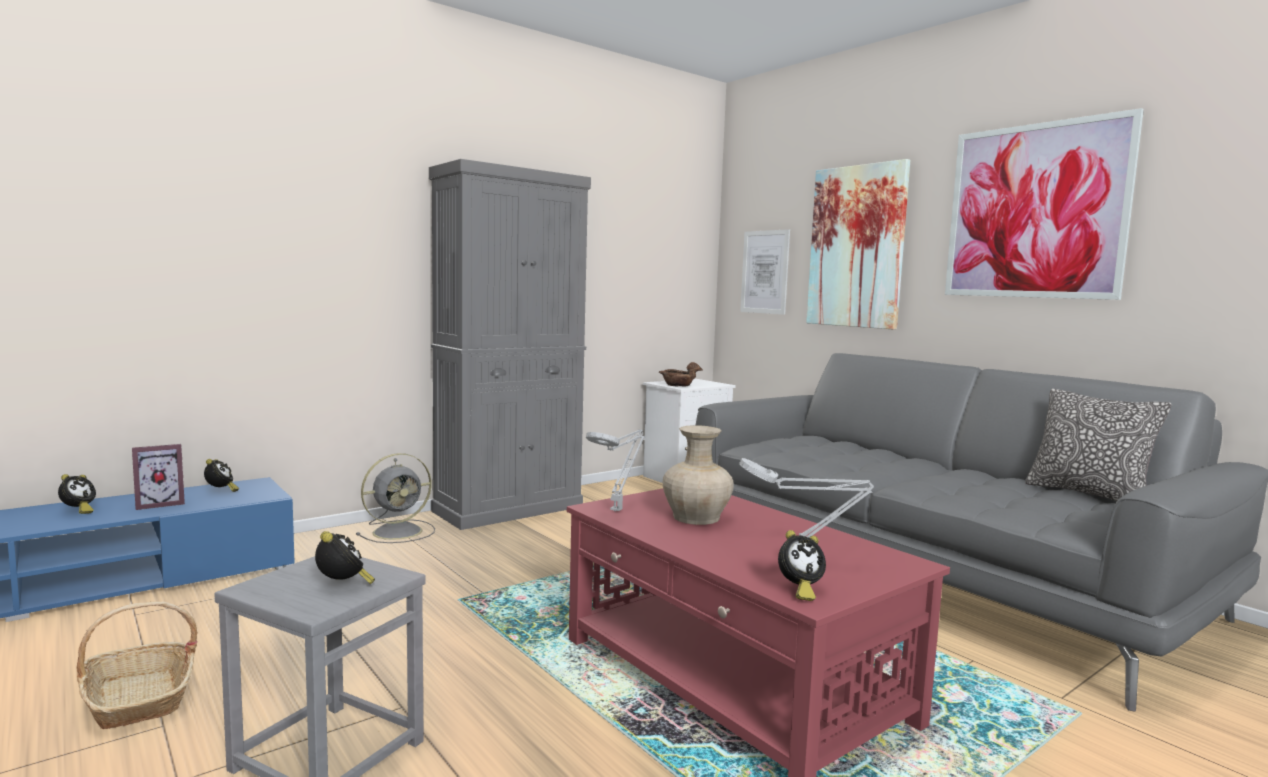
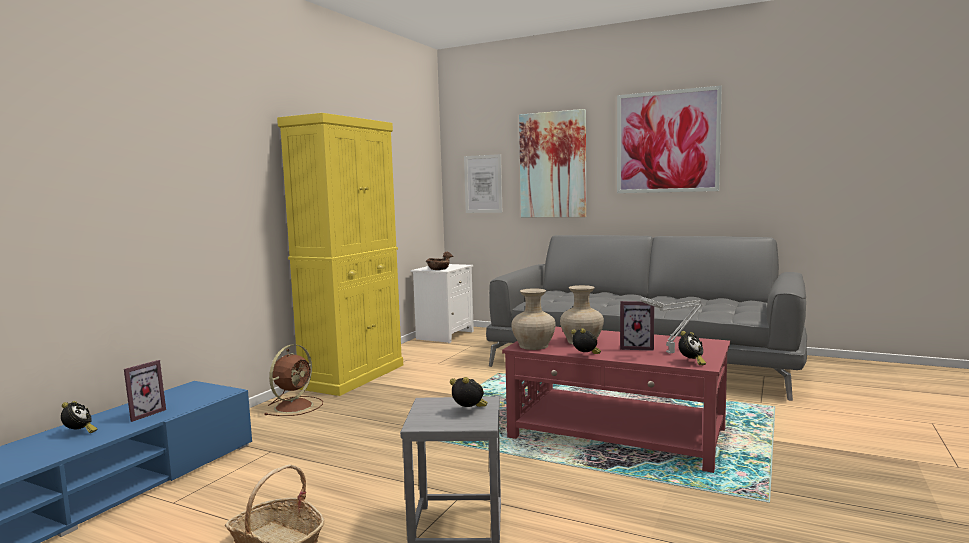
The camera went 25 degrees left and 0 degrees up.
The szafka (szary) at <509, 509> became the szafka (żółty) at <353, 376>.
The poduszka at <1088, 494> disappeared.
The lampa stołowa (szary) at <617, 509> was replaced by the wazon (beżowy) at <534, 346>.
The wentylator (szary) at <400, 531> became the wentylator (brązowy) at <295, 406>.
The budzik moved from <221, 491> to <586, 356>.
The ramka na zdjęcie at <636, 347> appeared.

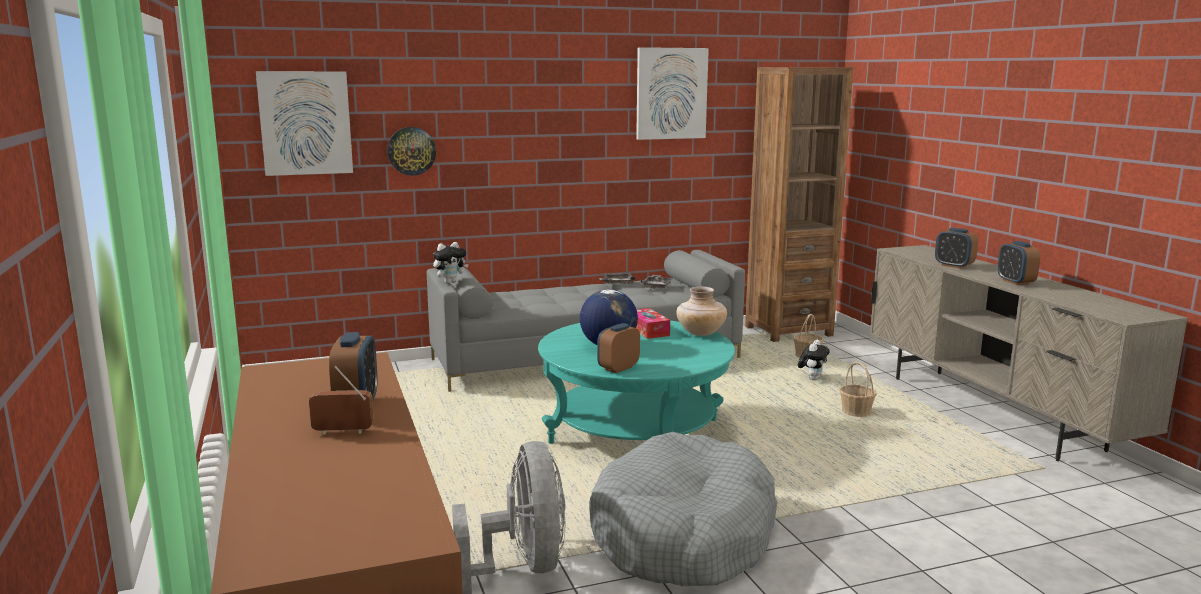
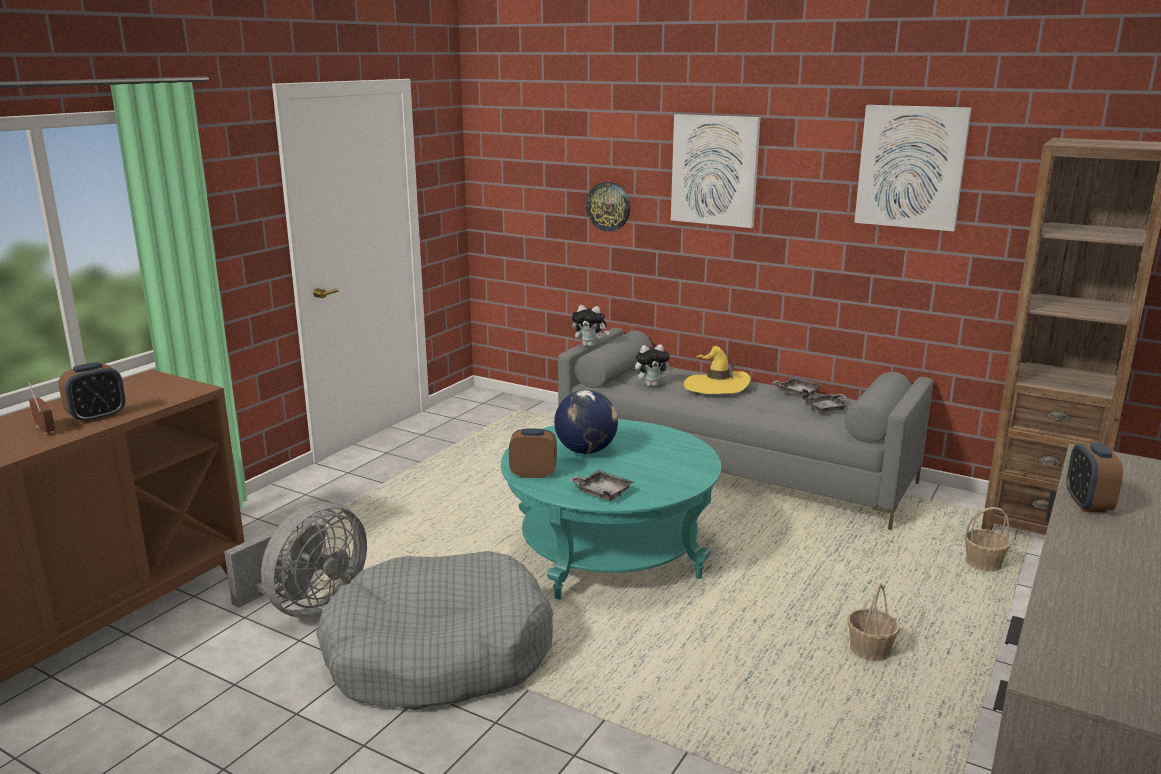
The camera went 50 degrees right and 5 degrees up.
The obraz moved from <305, 123> to <715, 170>.
The budzik at <1015, 282> disappeared.
The wazon (beżowy) at <700, 333> disappeared.
The pudełko chusteczek at <648, 330> disappeared.
The pluszak moved from <812, 378> to <652, 385>.
The kapelusz (żółty) at <716, 386> appeared.
The taca (szary) at <601, 492> appeared.

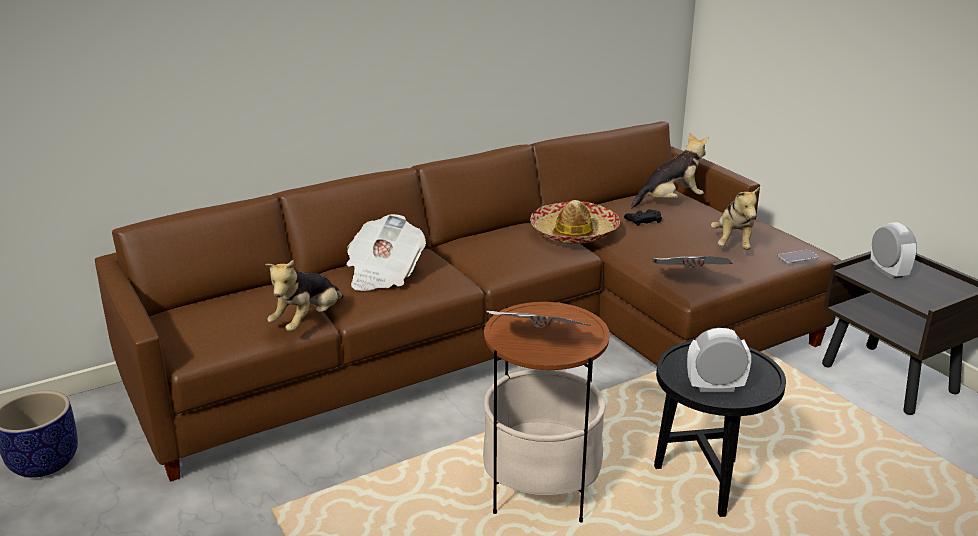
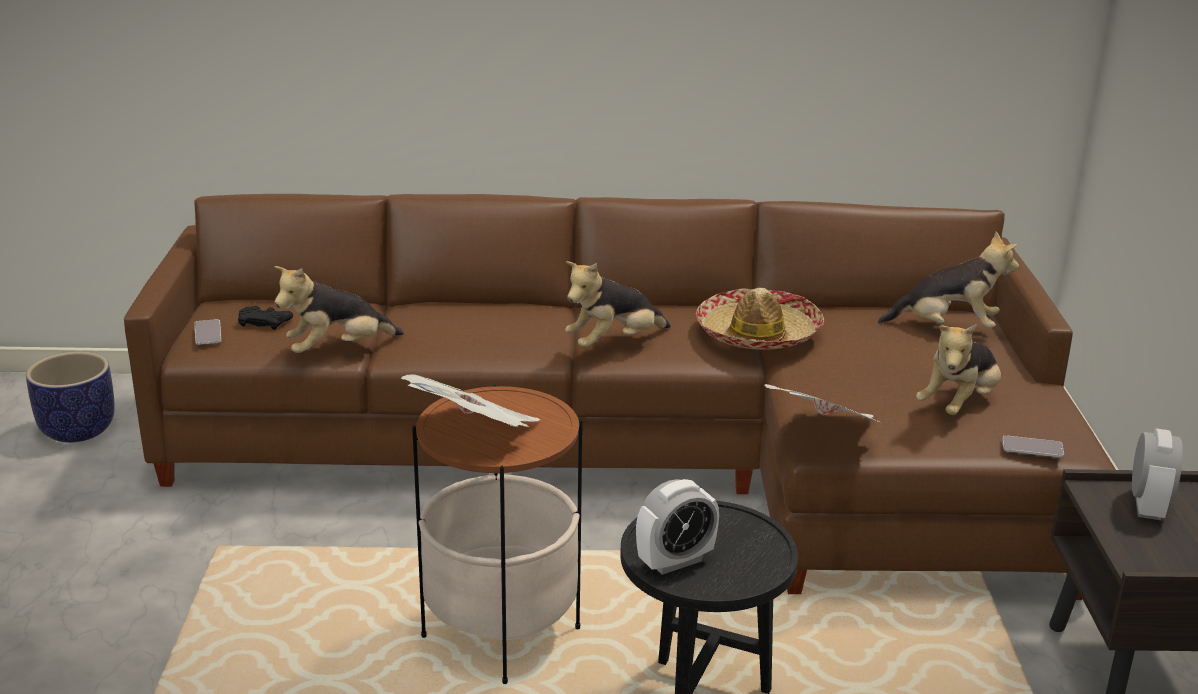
The camera went 30 degrees right and 0 degrees up.
The pad do gier (czarny) moved from <643, 220> to <264, 322>.
The gazeta at <383, 274> disappeared.
The budzik at <715, 387> turned 120 degrees clockwise.
The pluszak at <614, 343> appeared.
The telefon at <208, 333> appeared.

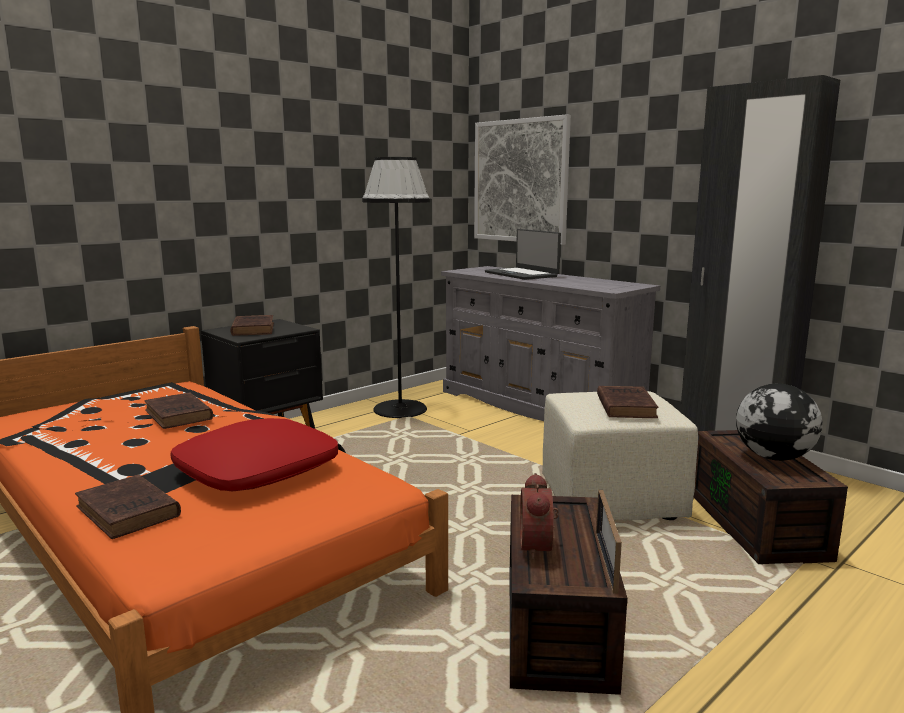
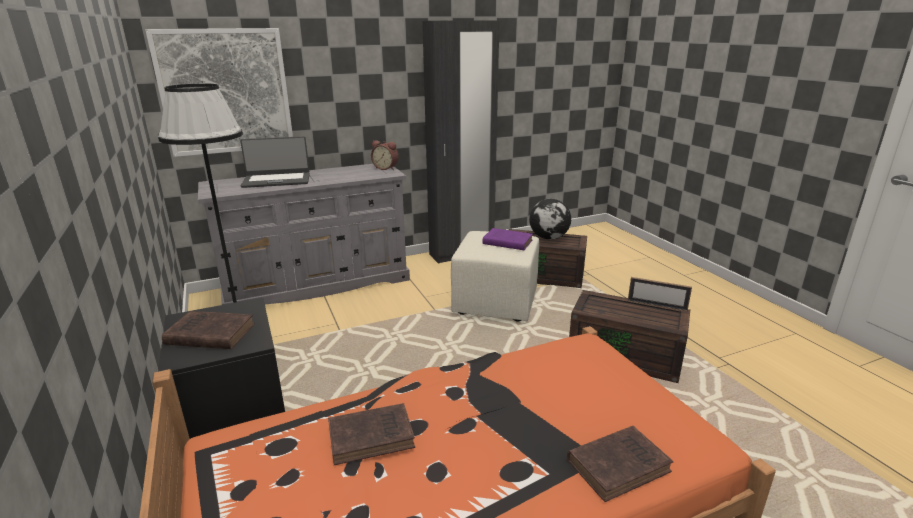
The camera went 70 degrees left and 10 degrees up.
The książka (brązowy) at <625, 406> became the książka (fioletowy) at <506, 242>.
The poduszka (czerwony) at <257, 471> disappeared.
The budzik moved from <539, 547> to <386, 168>.

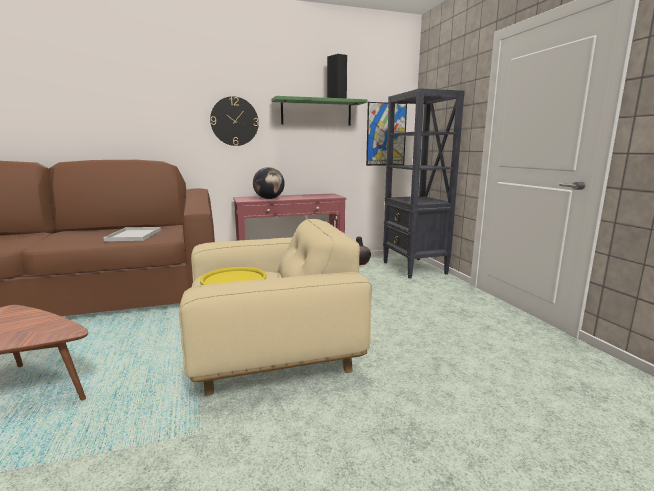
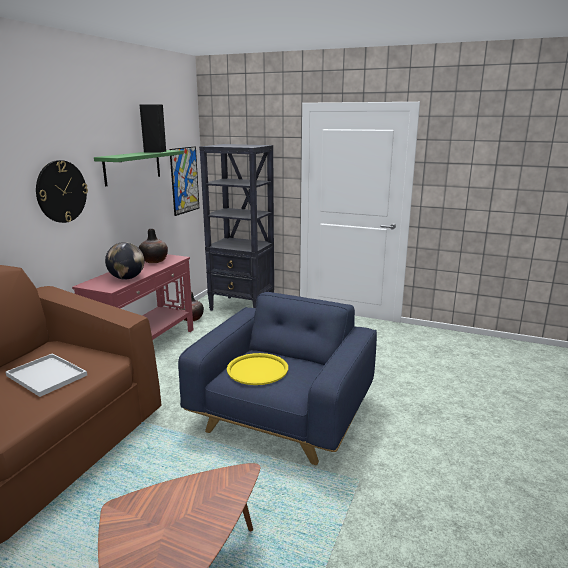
The camera went 50 degrees left and 5 degrees up.
The fotel (beżowy) at <271, 347> became the fotel (niebieski) at <283, 415>.
The wazon at <154, 261> appeared.

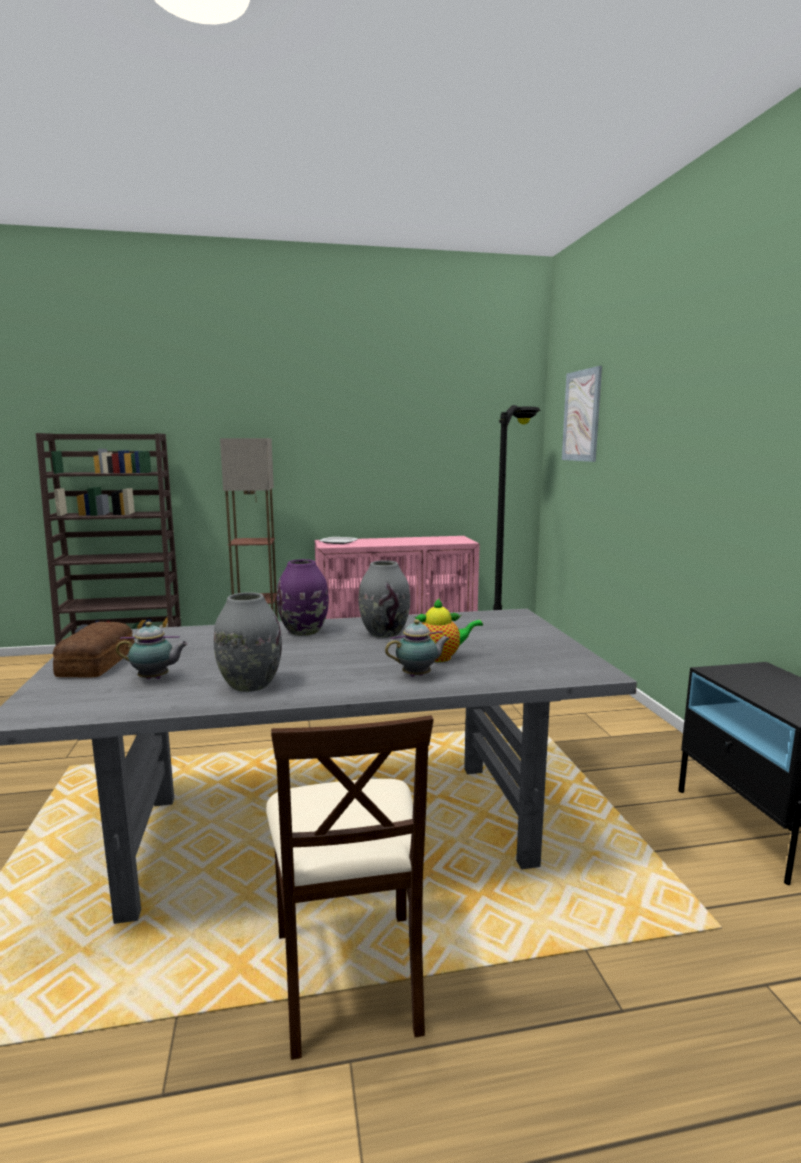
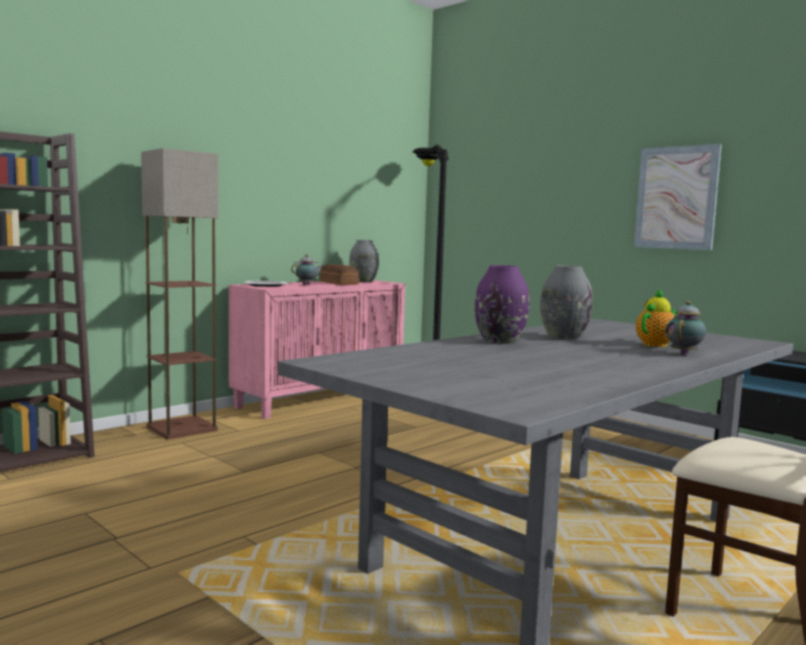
The camera went 35 degrees left and 5 degrees down.
The obraz moved from <581, 416> to <676, 198>.
The wazon (szary) moved from <249, 685> to <363, 281>.
The chleb moved from <94, 664> to <338, 283>.
The imbryk moved from <155, 679> to <307, 284>.

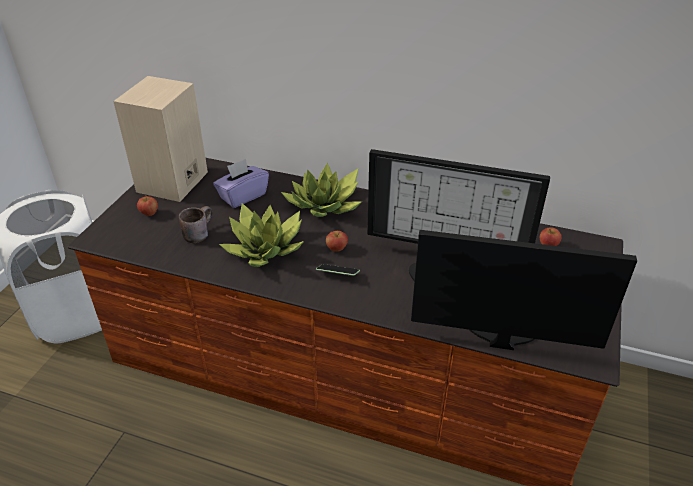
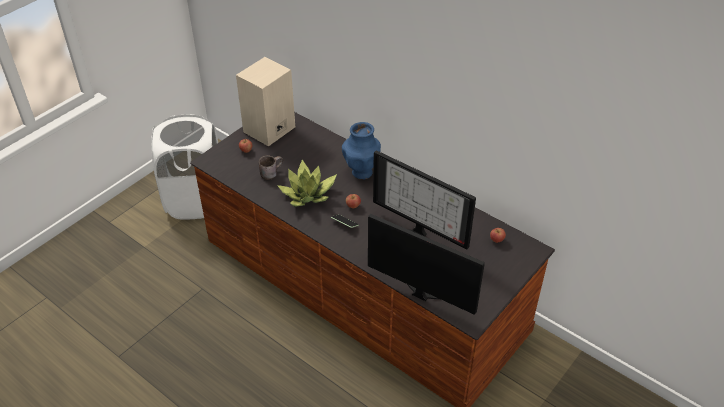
The camera went 20 degrees right and 5 degrees up.
The pudełko chusteczek (fioletowy) at <243, 196> disappeared.
The roślina doniczkowa at <325, 205> was replaced by the wazon (niebieski) at <362, 172>.

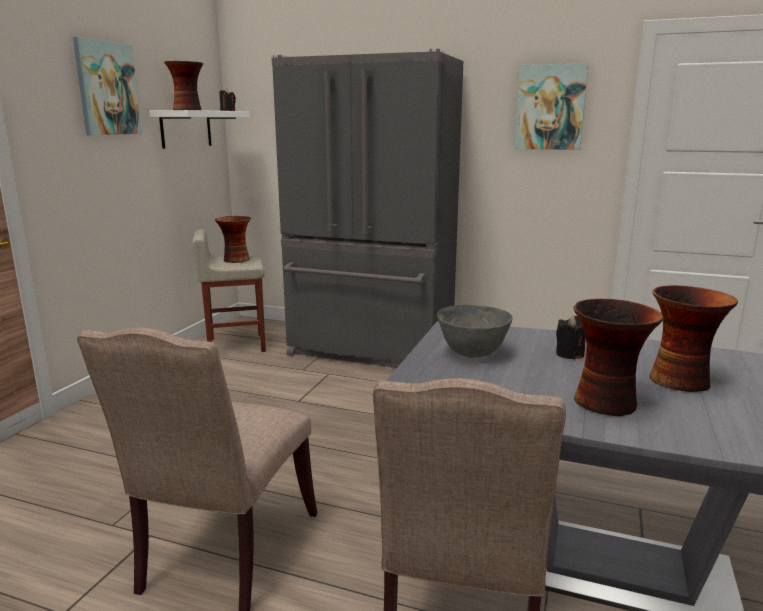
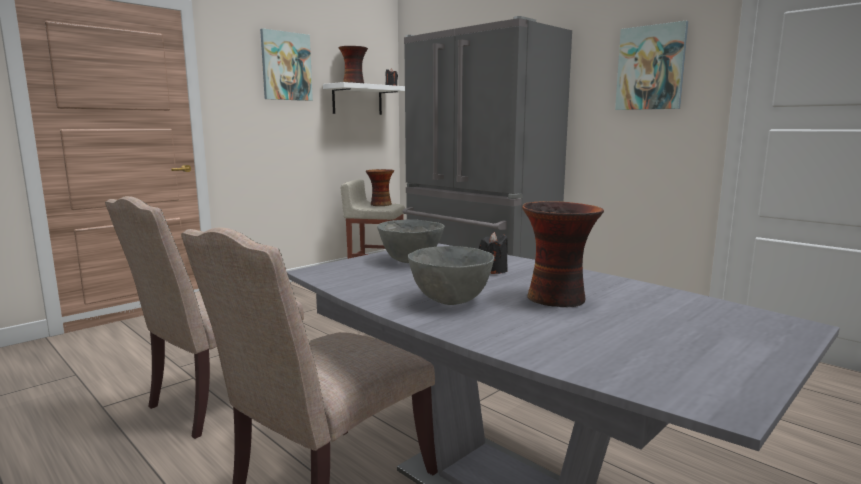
The camera went 25 degrees right and 5 degrees down.
The wazon at <607, 403> was replaced by the miska (szary) at <451, 301>.

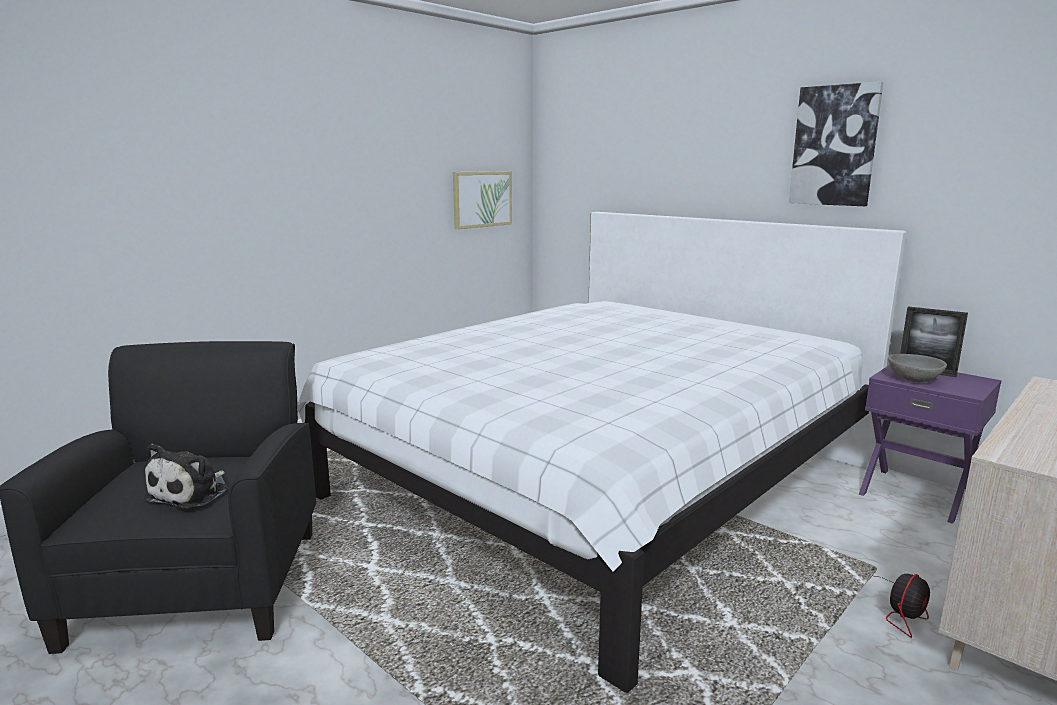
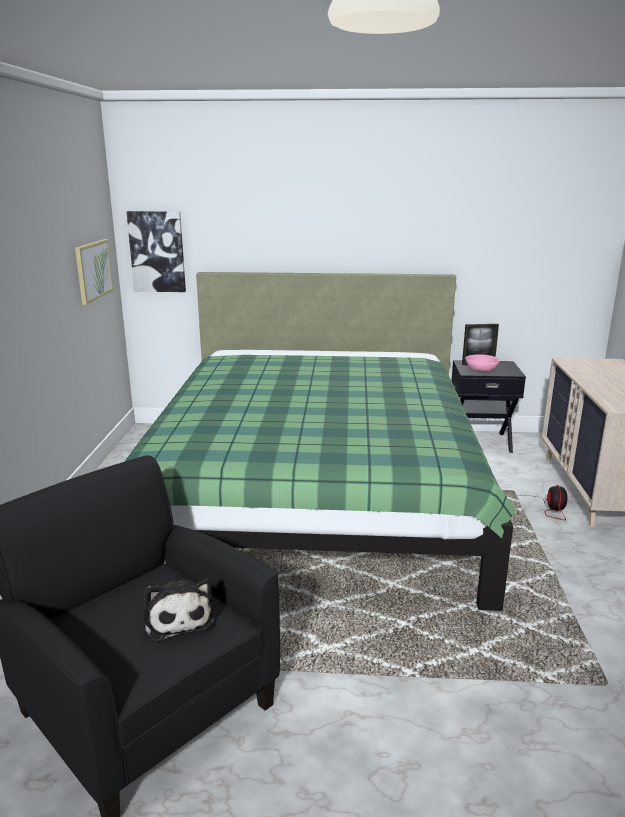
The camera went 40 degrees left and 5 degrees up.
The obraz moved from <834, 146> to <157, 252>.
The łóżko (biały) at <598, 479> became the łóżko (zielony) at <314, 495>.
The miska (szary) at <914, 380> became the miska (różowy) at <481, 371>.
The szafka nocna (fioletowy) at <916, 494> became the szafka nocna (czarny) at <480, 441>.

